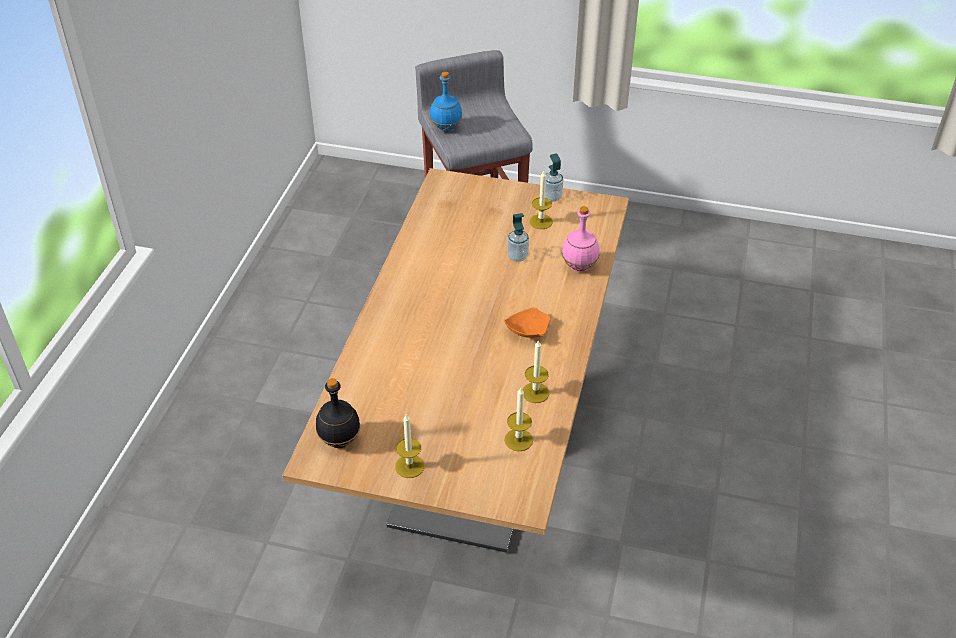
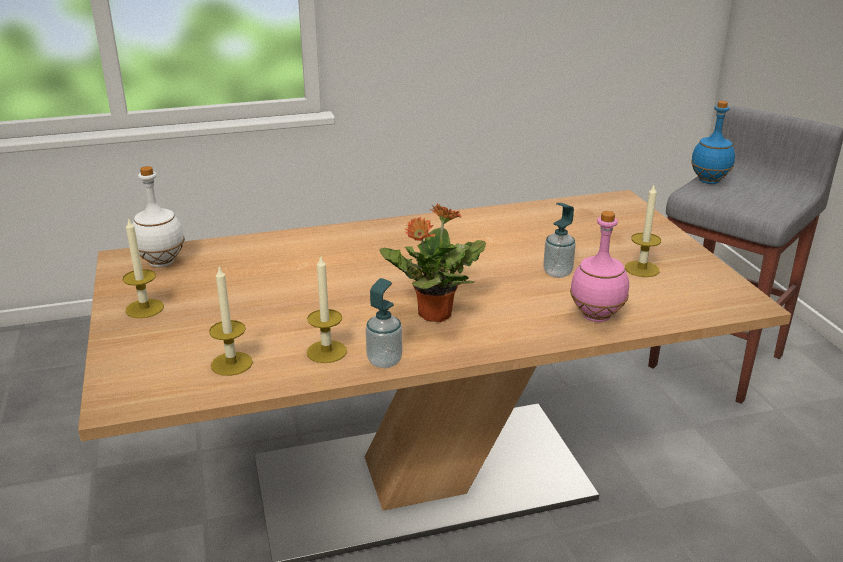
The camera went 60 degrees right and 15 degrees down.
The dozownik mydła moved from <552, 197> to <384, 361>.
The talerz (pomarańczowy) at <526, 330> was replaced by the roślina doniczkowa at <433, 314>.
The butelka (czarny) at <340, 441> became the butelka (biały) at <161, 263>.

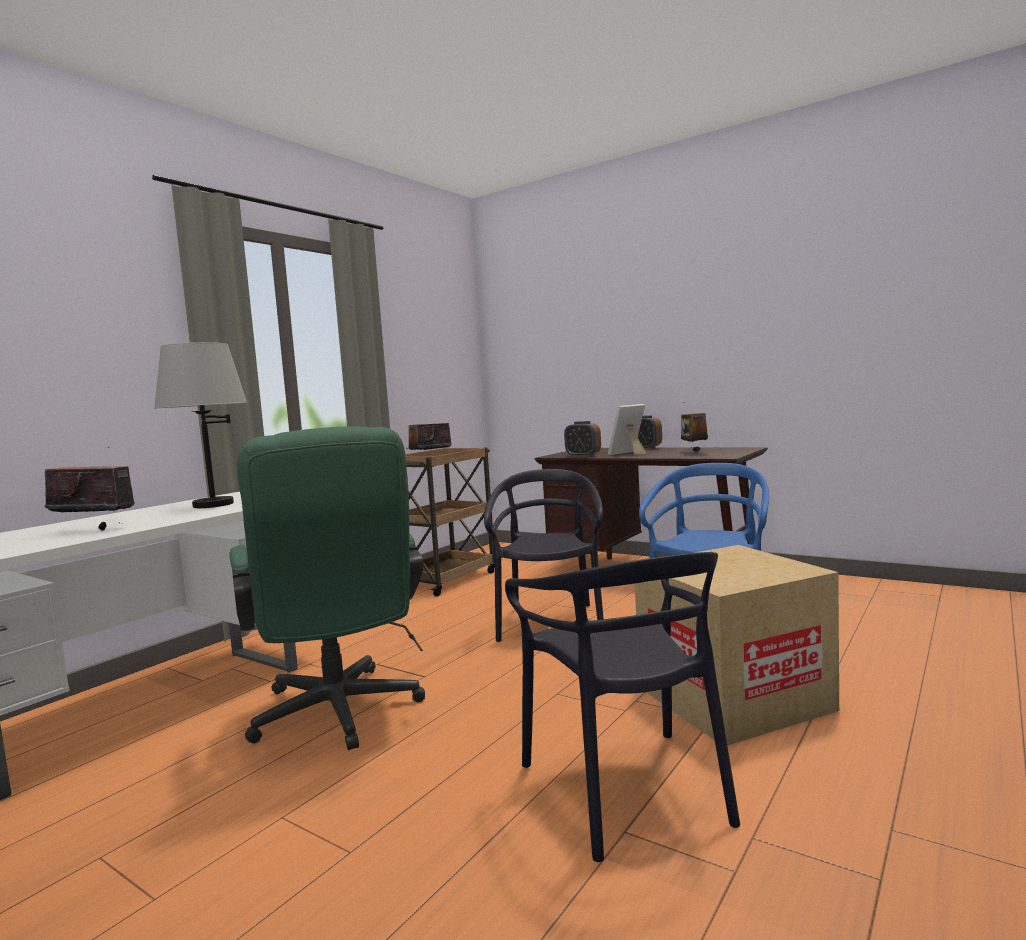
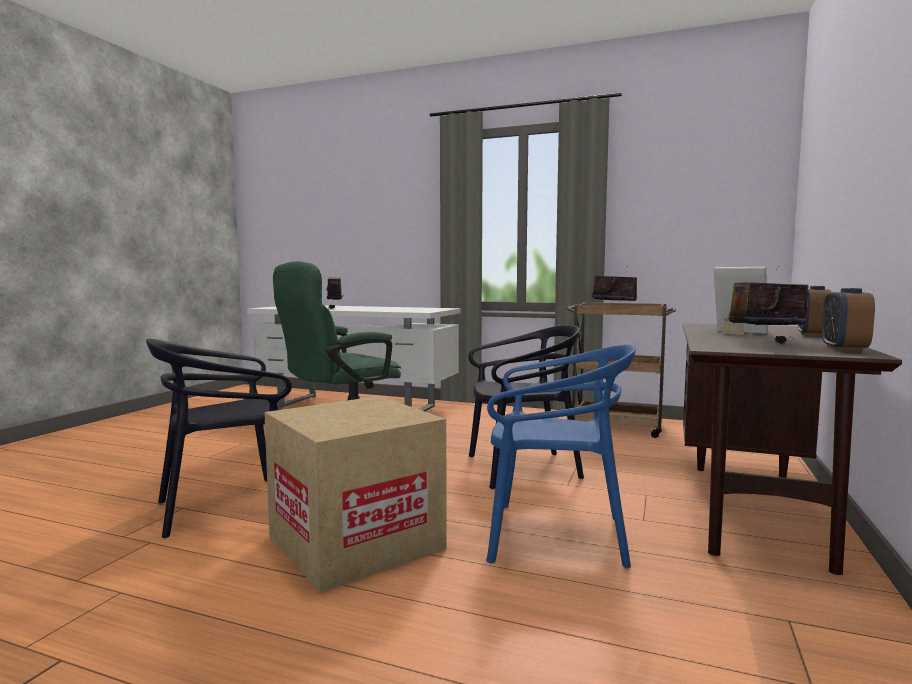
The camera went 75 degrees right and 0 degrees up.
The lampa stołowa (szary) at <212, 505> disappeared.
The budzik moved from <583, 456> to <844, 349>.

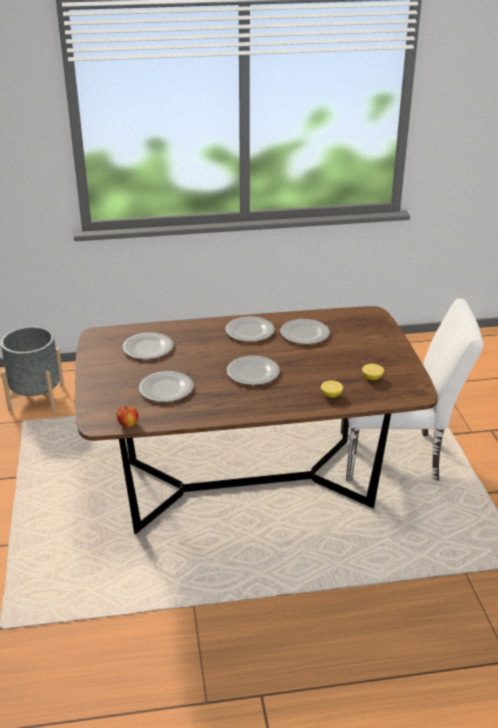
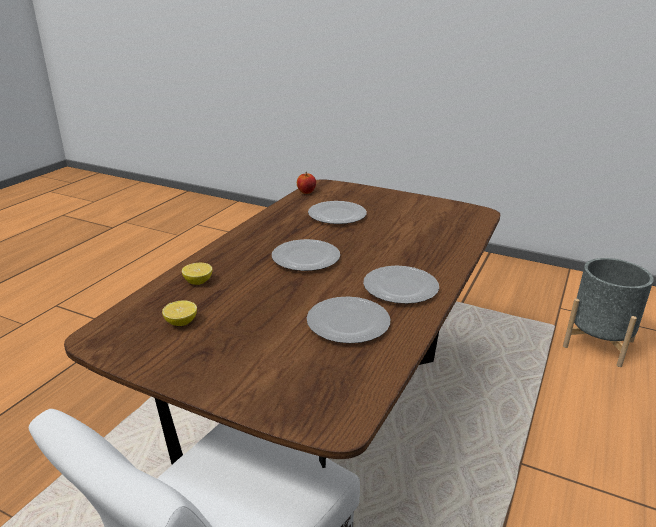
The camera went 125 degrees right and 5 degrees down.
The talerz at <148, 348> disappeared.

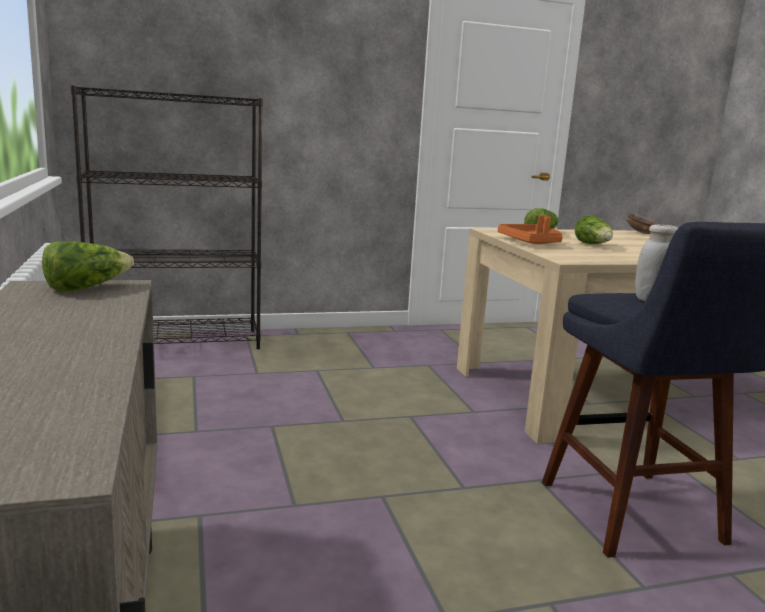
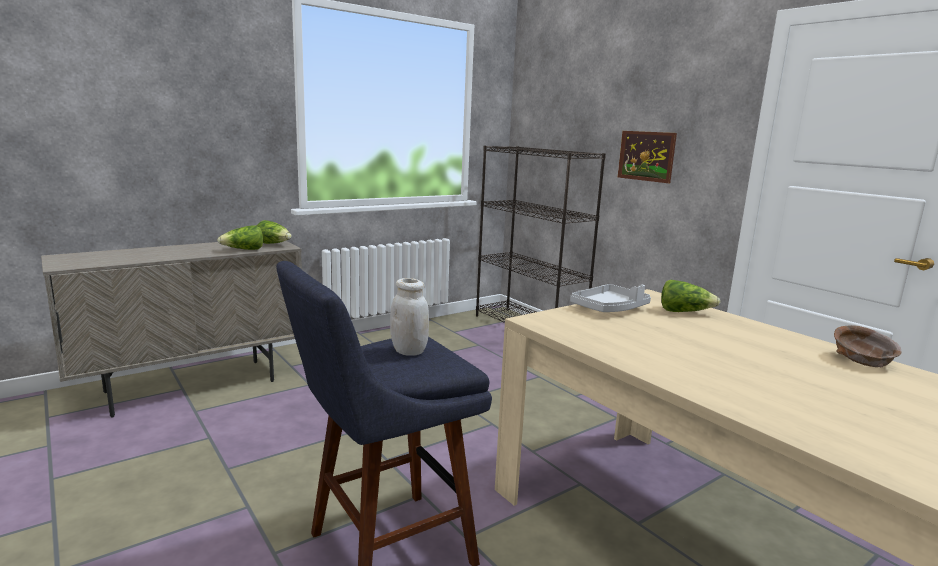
The camera went 70 degrees right and 0 degrees up.
The taca (pomarańczowy) at <531, 242> became the taca (szary) at <609, 308>.
The sałata moved from <593, 245> to <243, 250>.
The obraz at <646, 156> appeared.

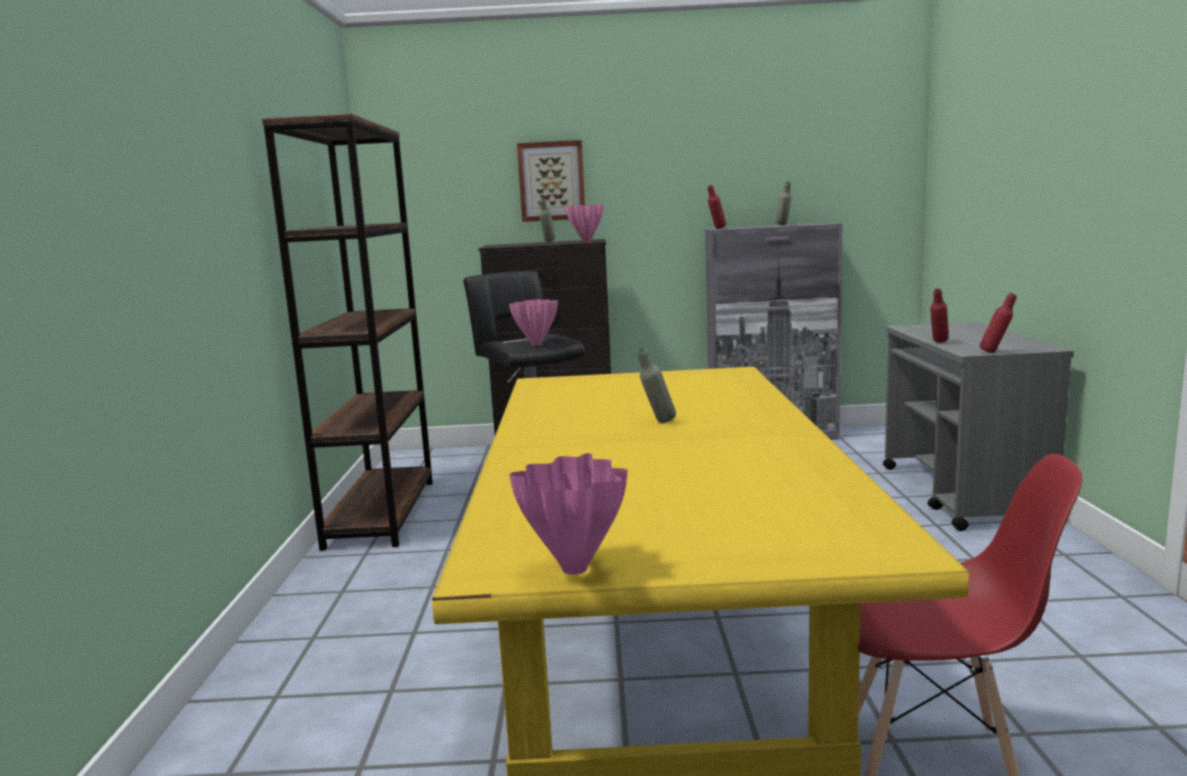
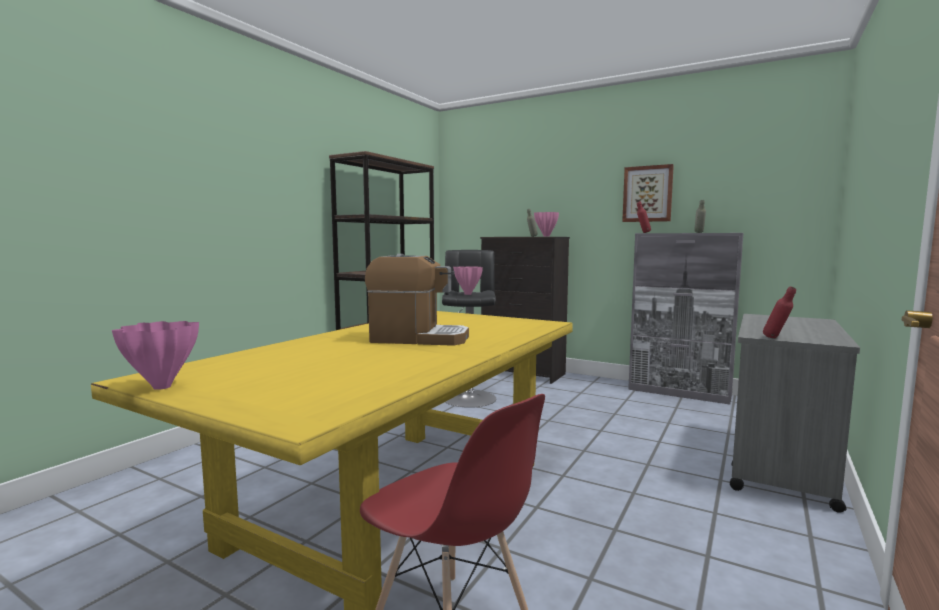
The camera went 30 degrees right and 5 degrees down.
The obraz moved from <551, 181> to <647, 194>.
The butelka (czerwony) at <938, 343> disappeared.
The butelka (szary) at <657, 423> was replaced by the ekspres do kawy at <418, 338>.

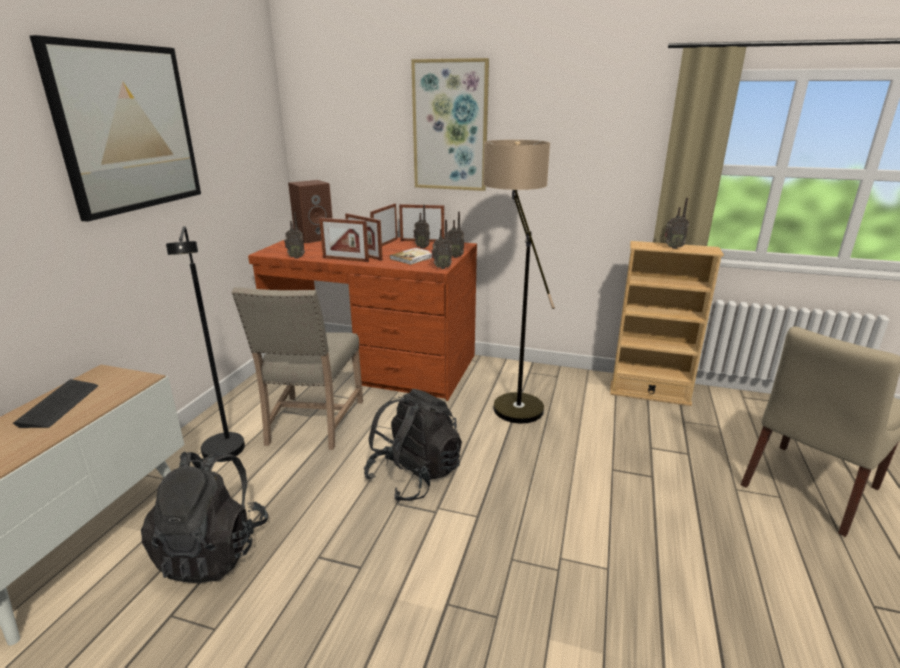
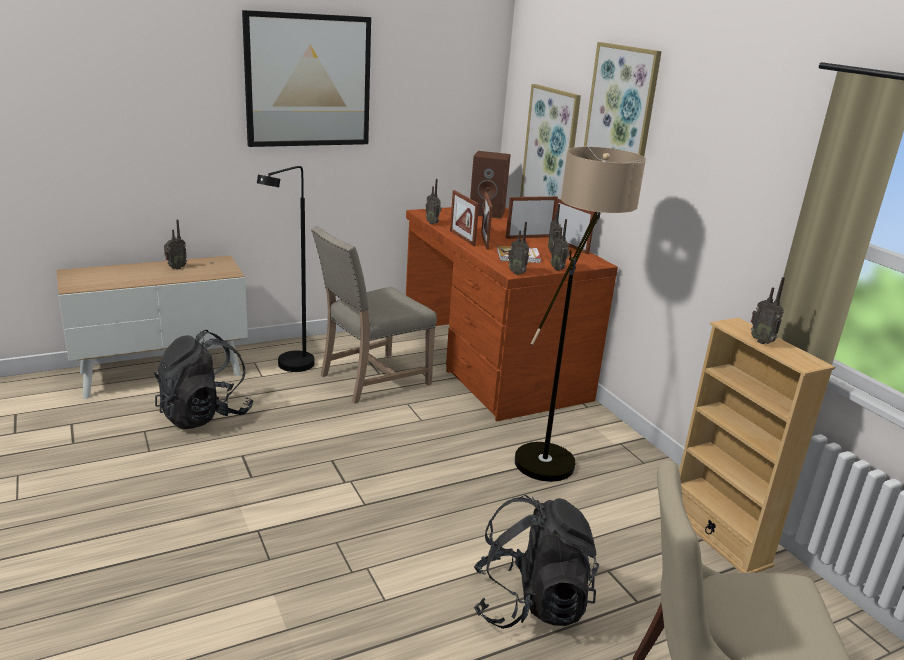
The camera went 45 degrees right and 0 degrees up.
The klawiatura at <59, 405> was replaced by the radio at <175, 268>.
The plecak (czarny) moved from <414, 476> to <530, 603>.
The obraz at <550, 154> appeared.

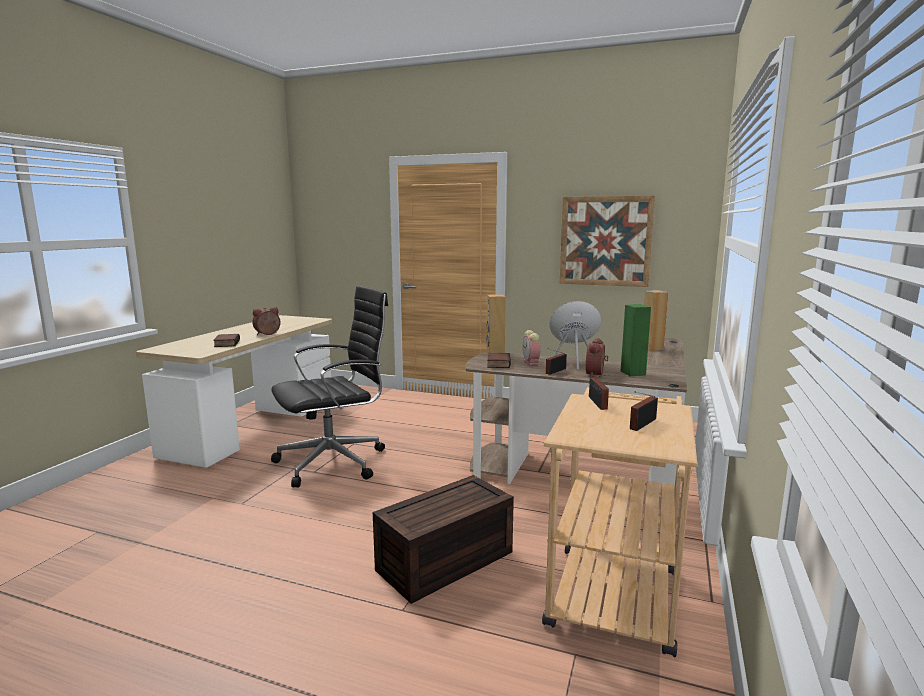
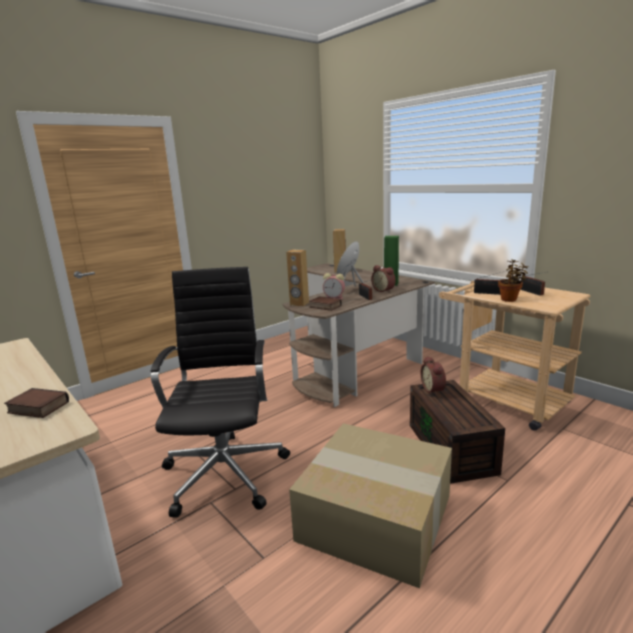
The camera went 60 degrees left and 5 degrees up.
The obraz at <605, 241> disappeared.
The budzik moved from <268, 334> to <434, 389>.
The roślina doniczkowa at <510, 299> appeared.
The karton at <373, 518> appeared.

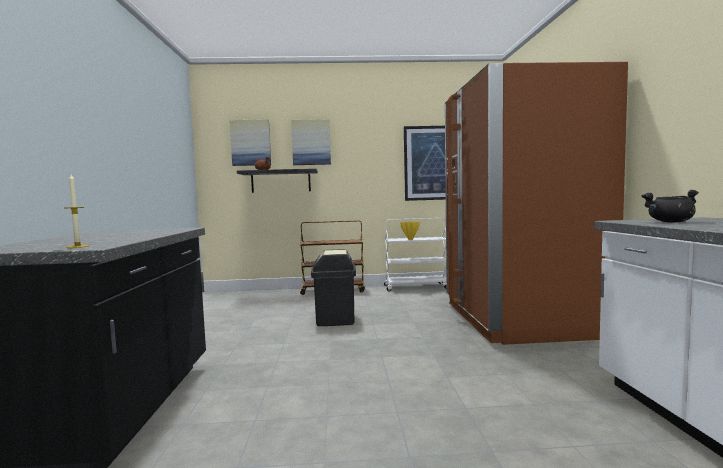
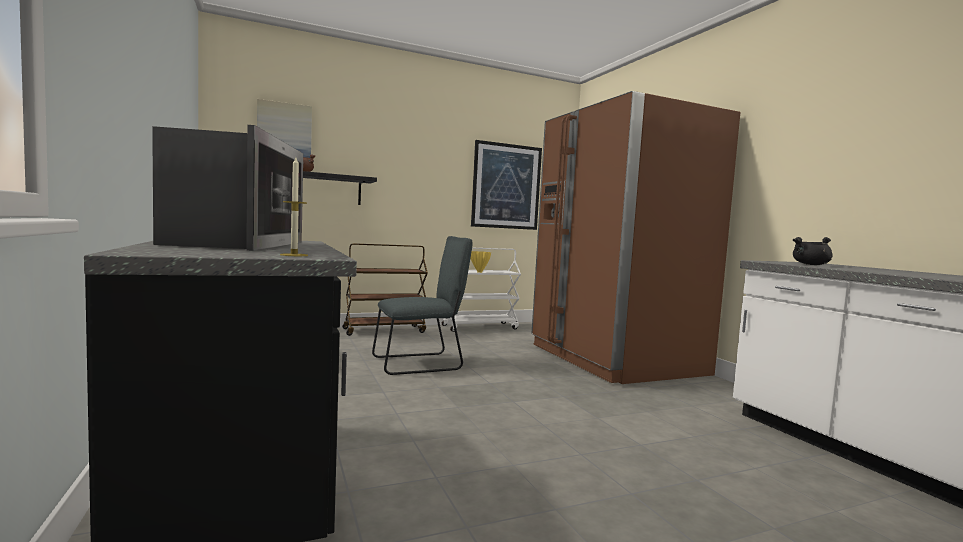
The camera went 20 degrees left and 0 degrees up.
The obraz at <311, 142> disappeared.
The kosz na śmieci (czarny) at <336, 319> was replaced by the krzesło (szary) at <421, 363>.
The mikrofalówka at <236, 244> appeared.

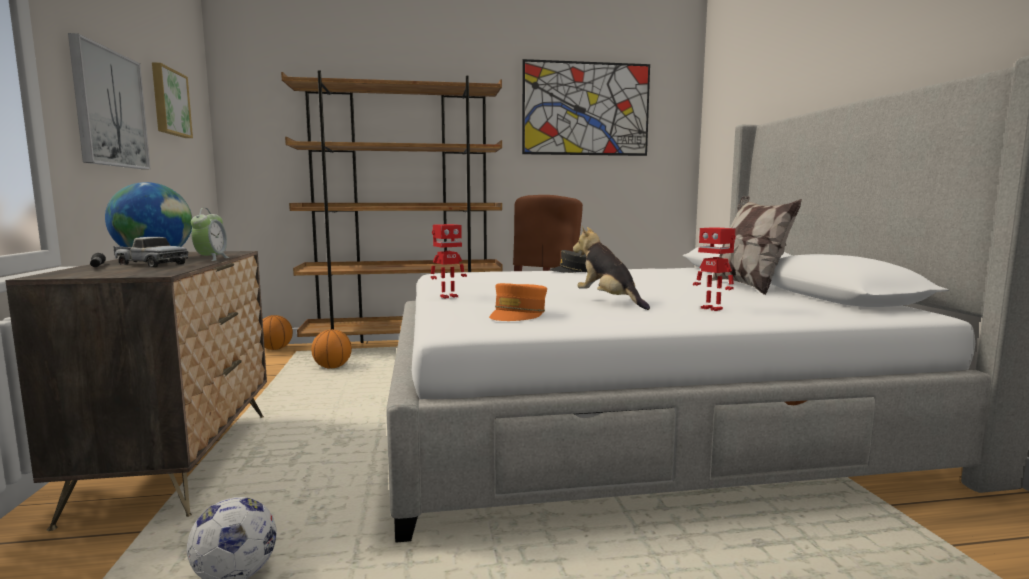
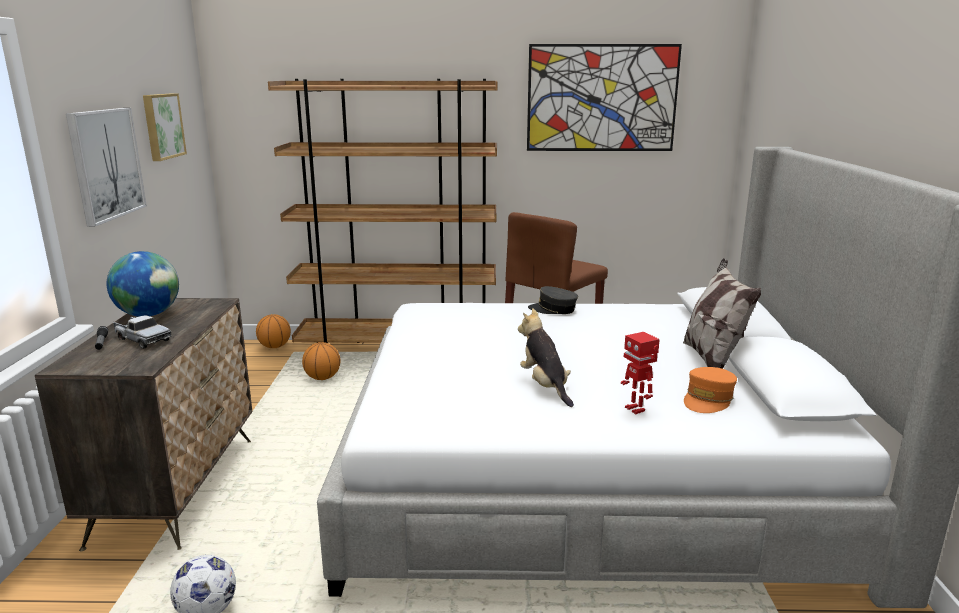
The camera went 10 degrees right and 10 degrees up.
The budzik at <211, 259> disappeared.
The robot zabawkowy at <448, 296> disappeared.
The czapka z daszkiem (pomarańczowy) moved from <518, 314> to <708, 399>.

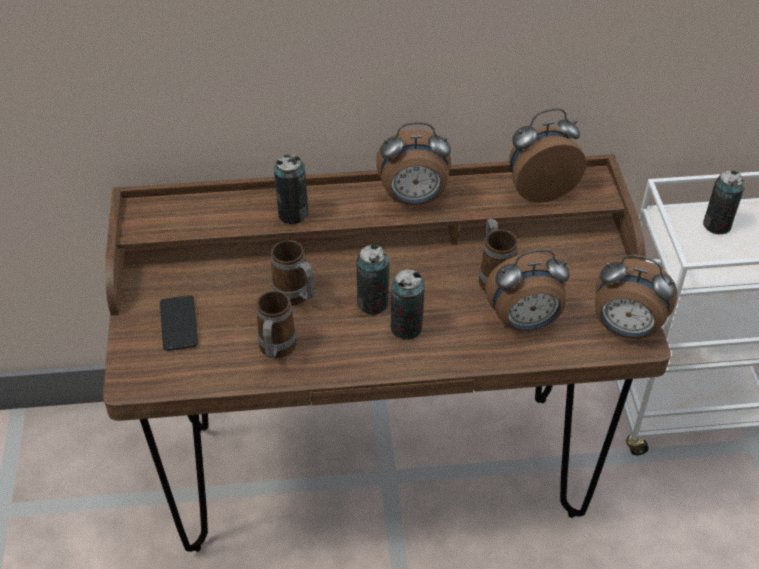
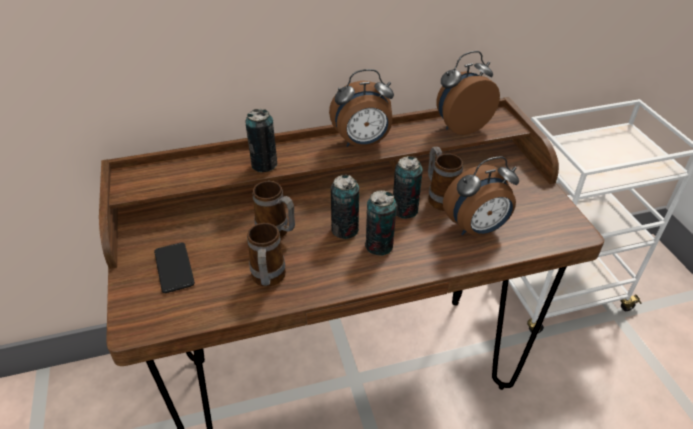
The camera went 10 degrees left and 5 degrees down.
The puszka moved from <717, 225> to <405, 210>.
The budzik at <625, 329> disappeared.

